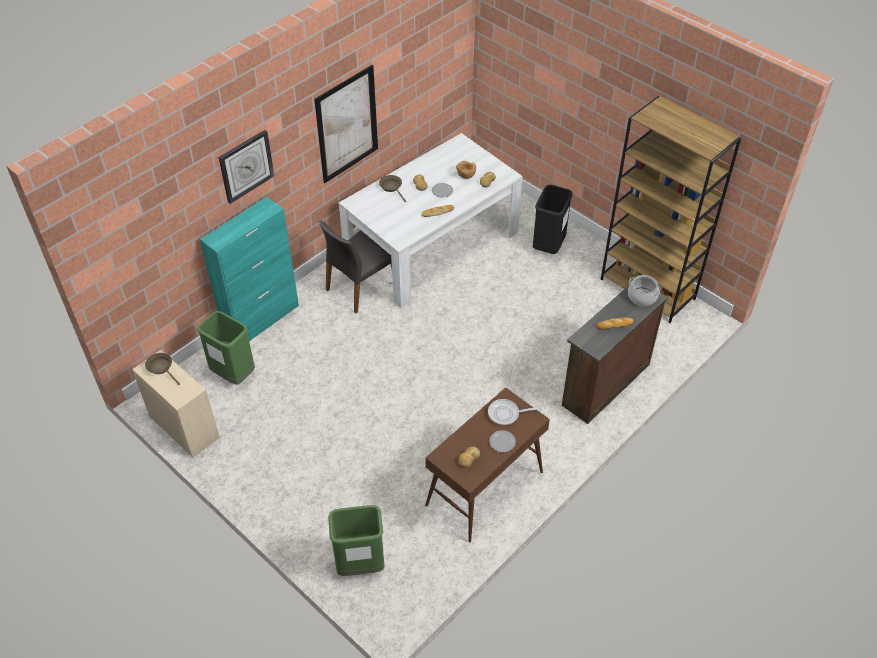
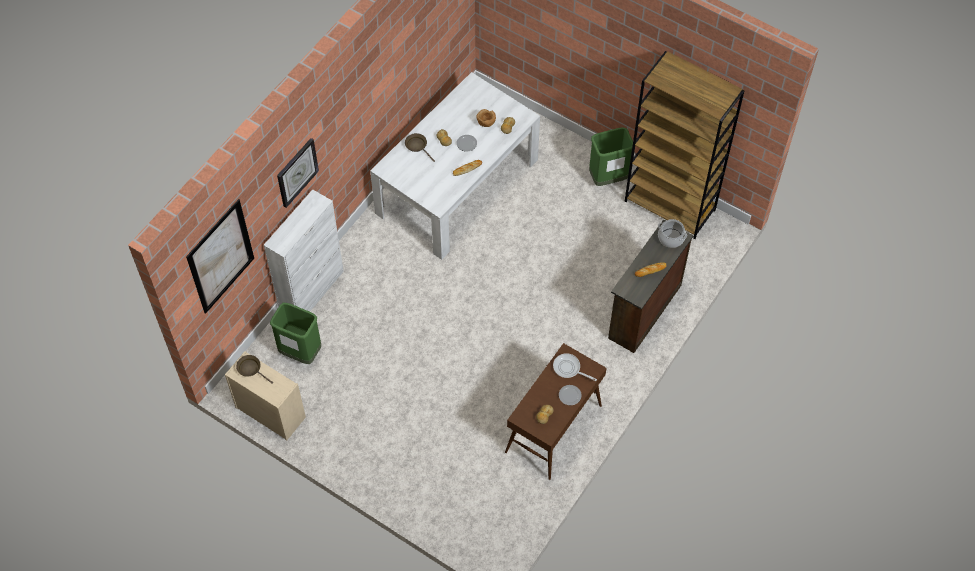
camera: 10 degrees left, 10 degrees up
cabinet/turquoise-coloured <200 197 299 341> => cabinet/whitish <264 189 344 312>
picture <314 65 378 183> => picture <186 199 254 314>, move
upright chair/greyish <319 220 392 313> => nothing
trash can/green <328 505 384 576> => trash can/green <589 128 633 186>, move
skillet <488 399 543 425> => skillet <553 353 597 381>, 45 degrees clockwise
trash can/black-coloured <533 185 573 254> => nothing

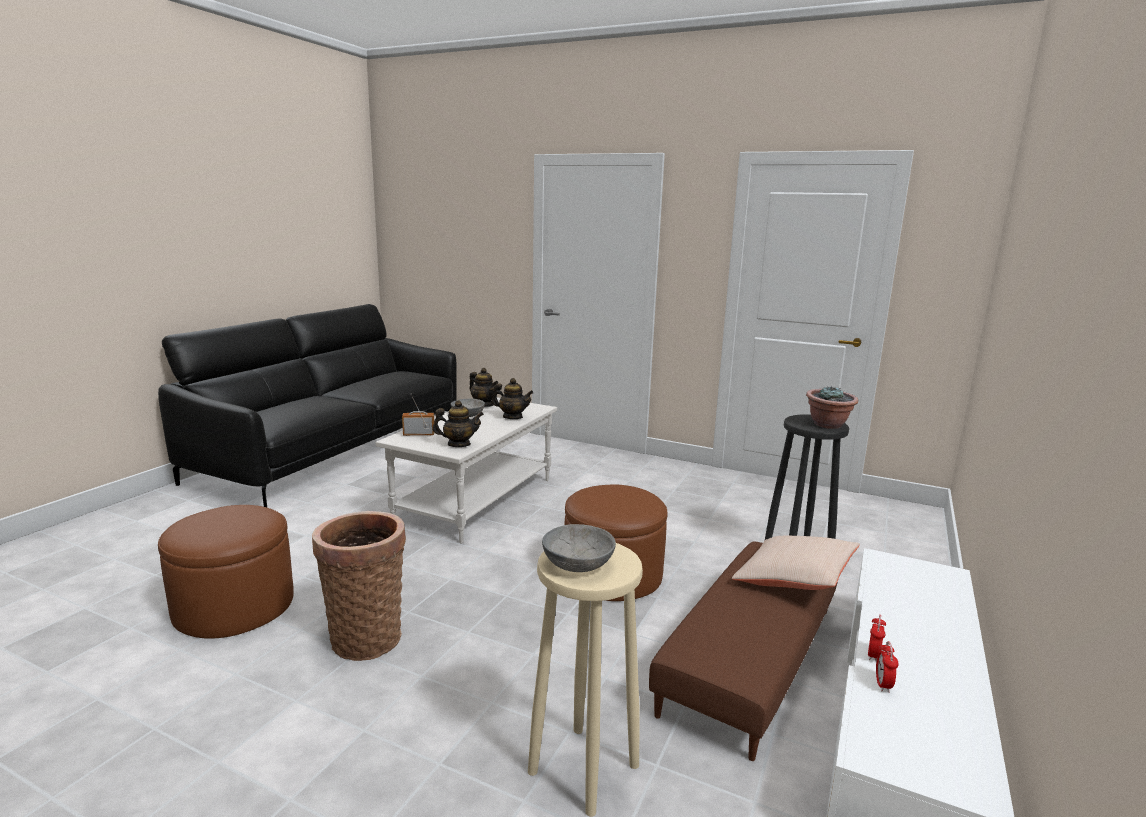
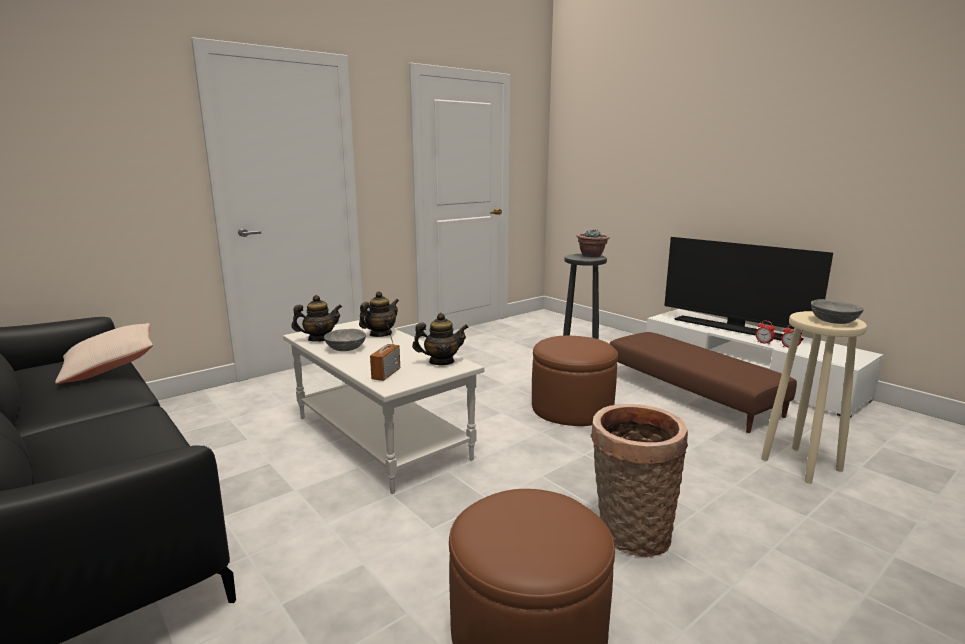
camera: 65 degrees left, 0 degrees up
tea pot <432 400 484 447> => tea pot <412 313 469 365>, 60 degrees clockwise
cushion/beige <732 536 860 590> => cushion/beige <55 323 153 384>, move
nothing => TV set <664 237 833 341>

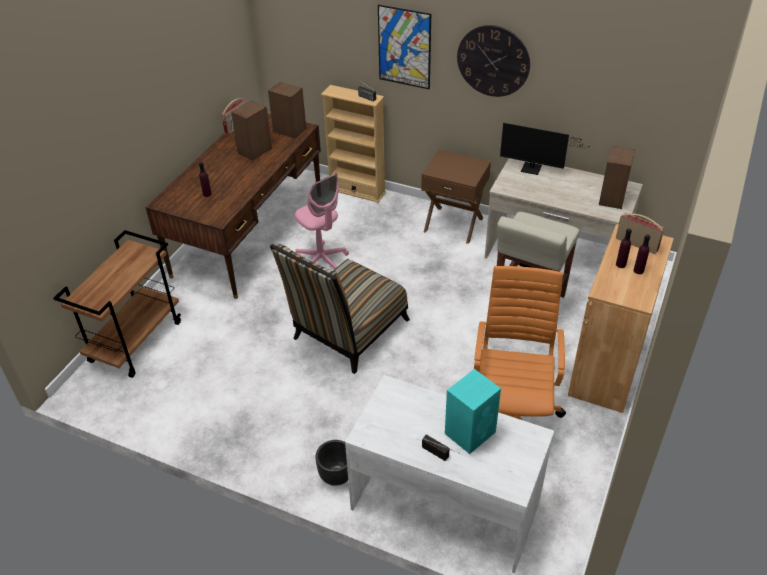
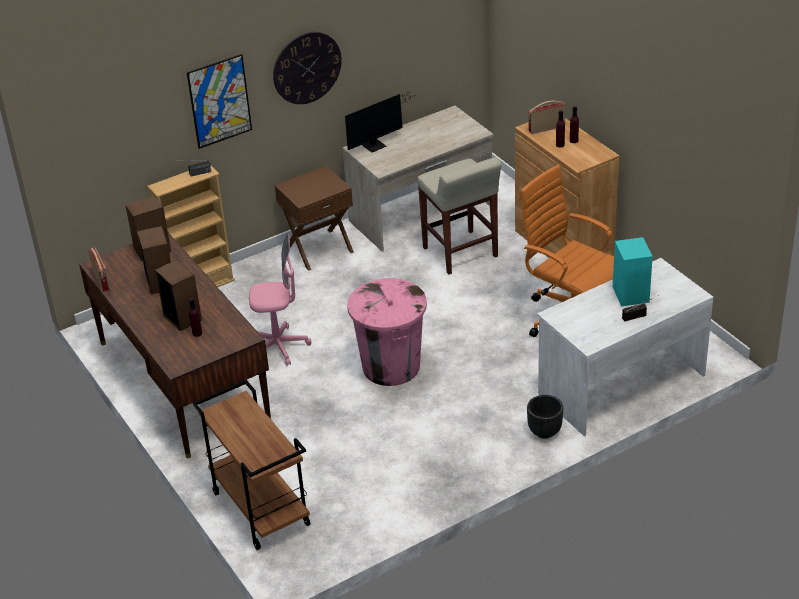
camera: 55 degrees left, 5 degrees down
upright chair <270 244 410 374> => trash can/pinkish <347 278 427 386>
speaker <599 146 635 209> => speaker <155 260 202 331>, move

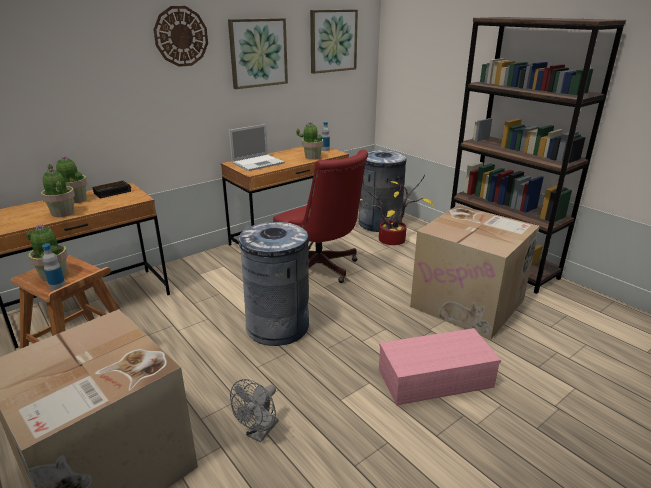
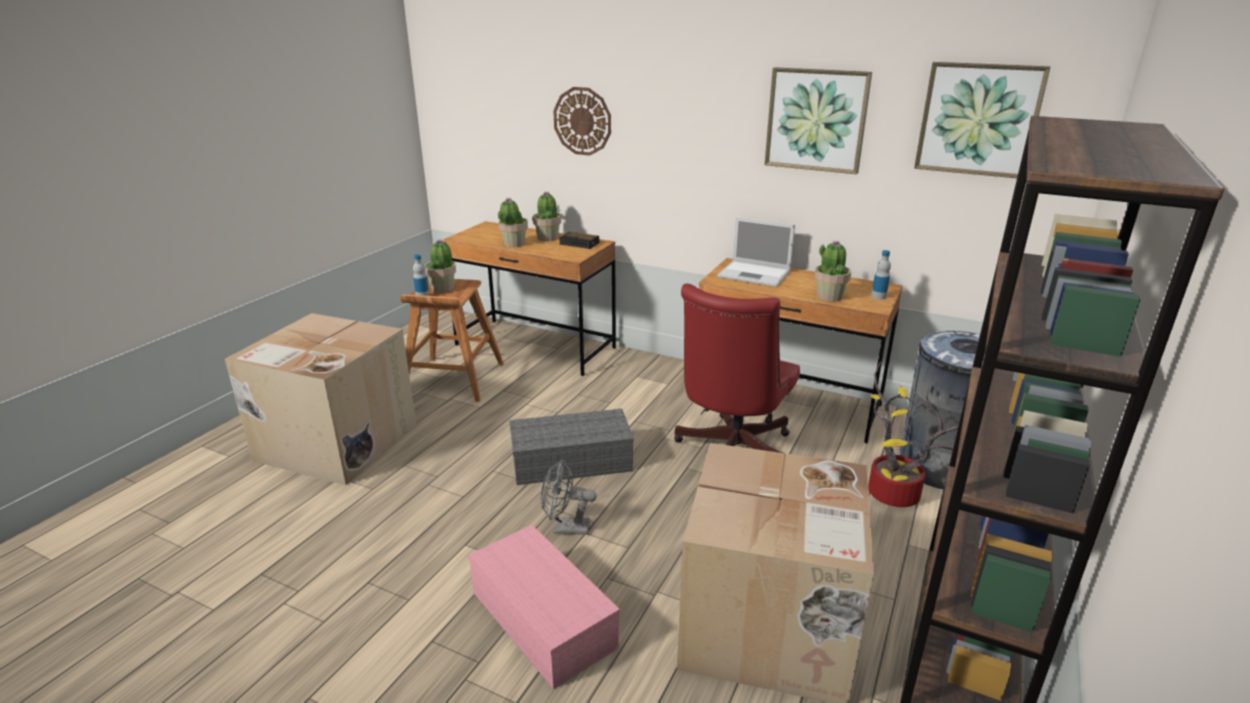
camera: 65 degrees right, 0 degrees up
hanging clock <153 6 208 67> => hanging clock <553 87 611 156>, move
electric fan/greyish <230 379 278 443> => electric fan/greyish <541 459 597 535>, move
trash can/greyish <238 222 309 346> => storage bin/greyish <509 409 634 485>

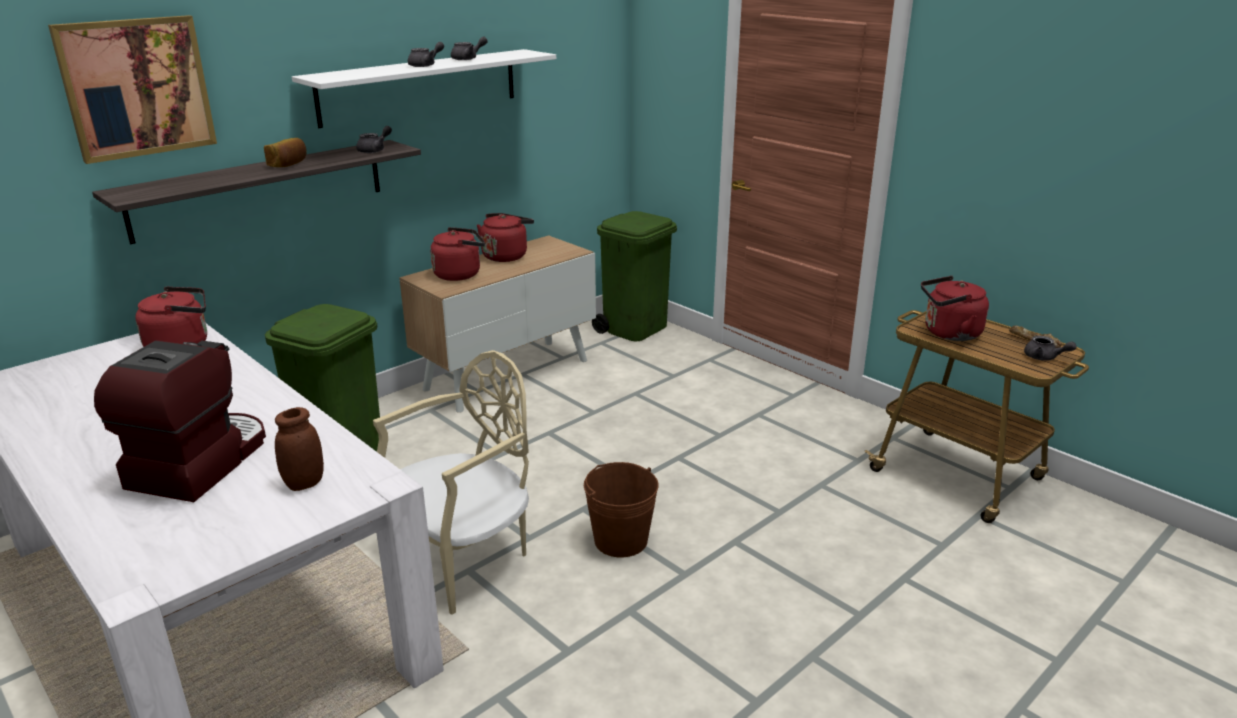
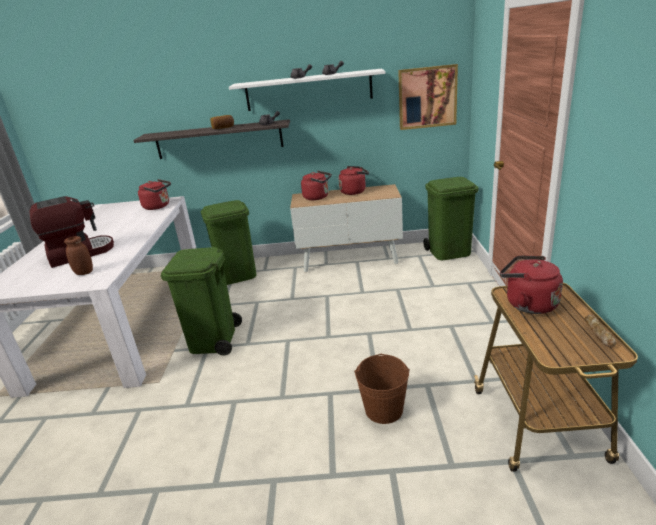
camera: 45 degrees right, 0 degrees up
picture <48 15 217 164> => picture <398 64 458 130>, move
upright chair/beige <373 350 529 615> => trash can/green <161 247 242 355>
bucket/brownish <584 462 659 557> => bucket/brownish <354 354 410 424>, move
tea pot/greyish <1024 336 1076 361> => nothing

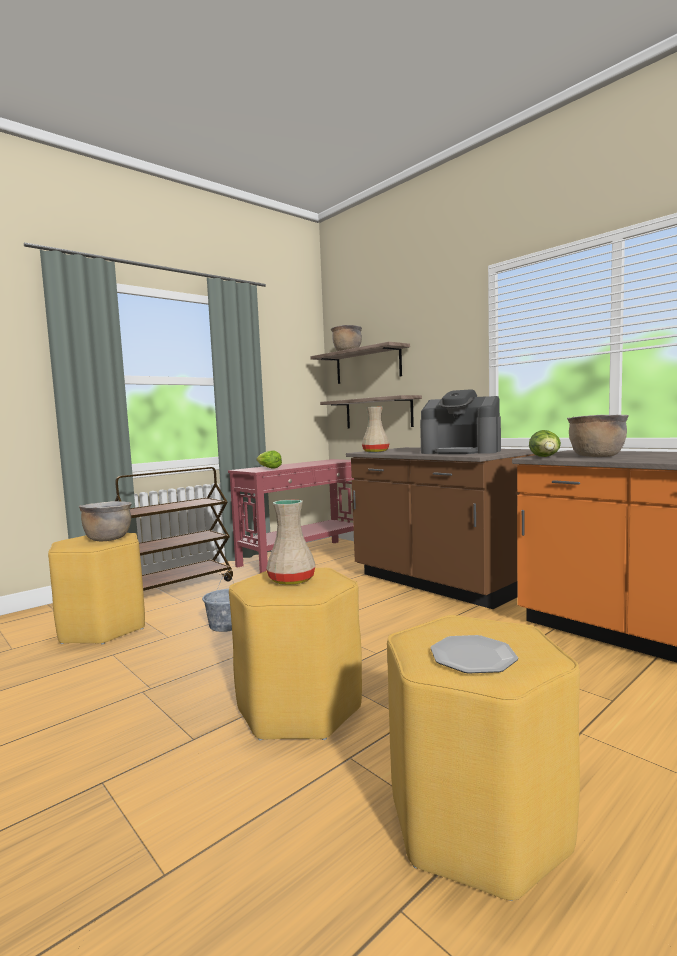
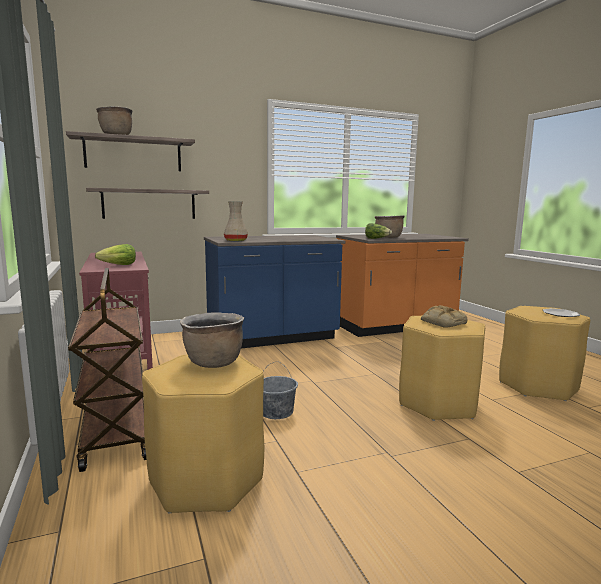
camera: 70 degrees left, 5 degrees up
vase/beige <266 500 316 585> => baked bread <421 305 467 328>
kitchen counter/brownish <346 447 535 609> => kitchen counter/blue <204 235 345 348>
coffee machine <420 389 501 454> => nothing

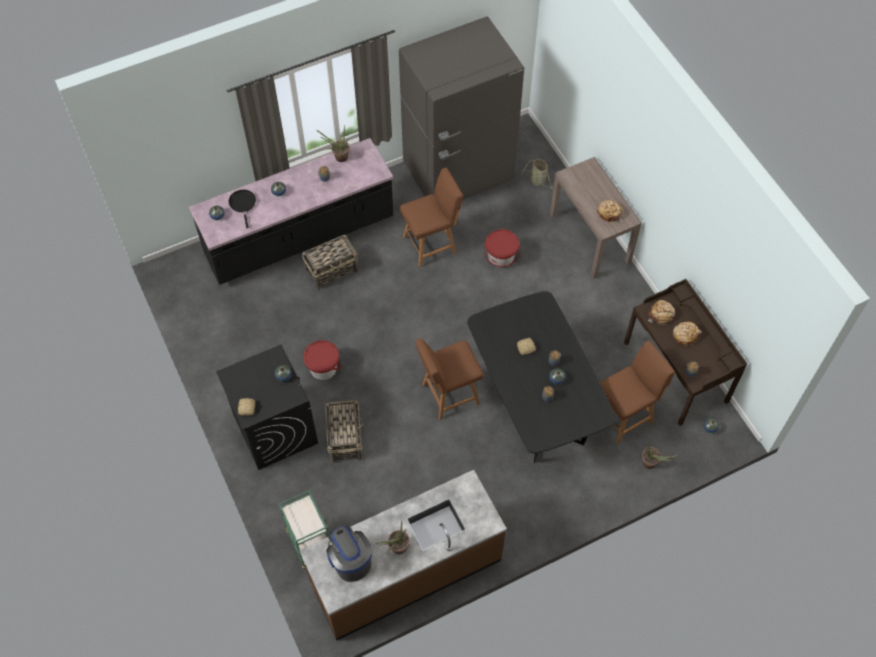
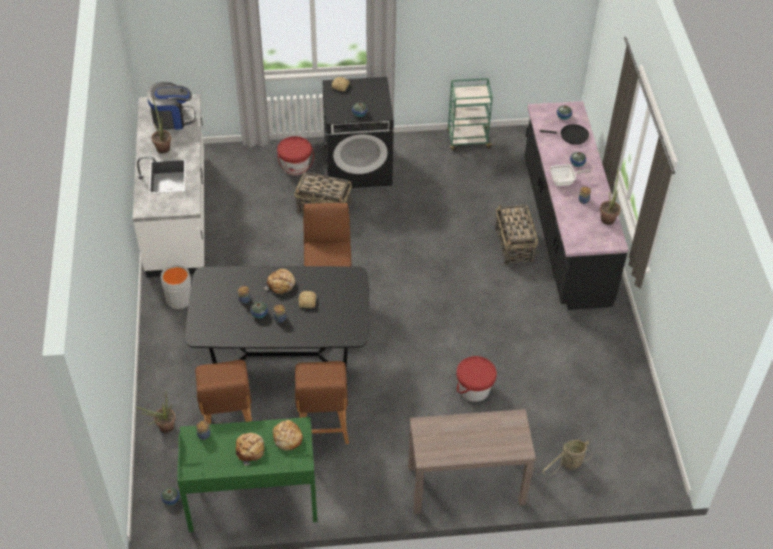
camera: 110 degrees right, 10 degrees down
wheeled cart/green <279 490 328 569> => wheeled cart/green <447 78 493 151>, move
kitchen counter/brownish <299 470 507 640> => kitchen counter/whitish <133 94 204 277>
bucket/red <303 340 341 380> => bucket/red <277 136 314 176>, move
fridge/greyish <399 16 524 200> => nothing
upright chair/brownish <400 167 463 267> => upright chair/brownish <295 361 349 444>, move
baked bread <597 200 623 222> => baked bread <264 269 295 294>, move
desk unit/brownish <624 279 747 426> => desk unit/green <177 417 317 532>
nothing => bucket/greyish <161 264 191 309>
nothing => skillet <550 164 591 186>

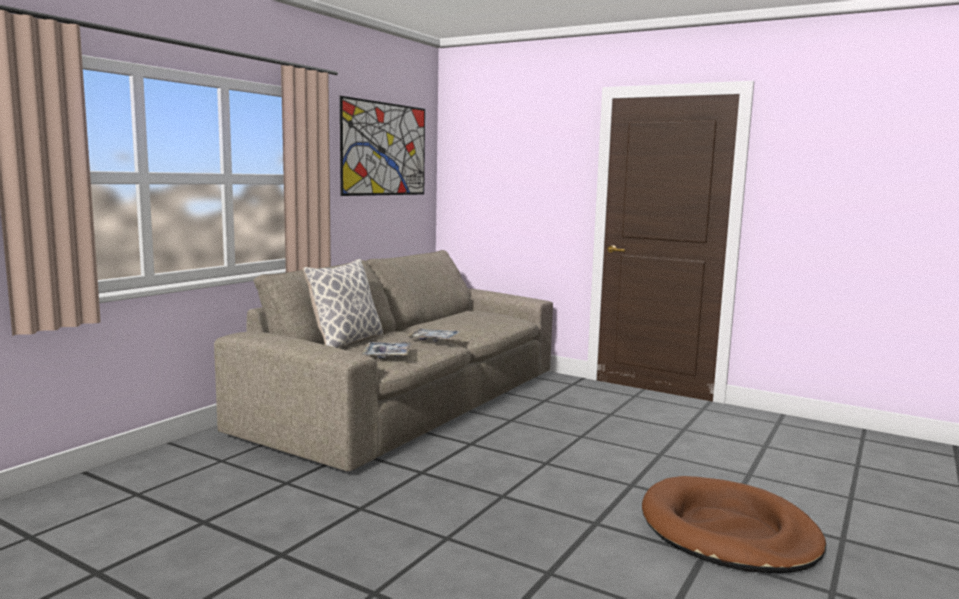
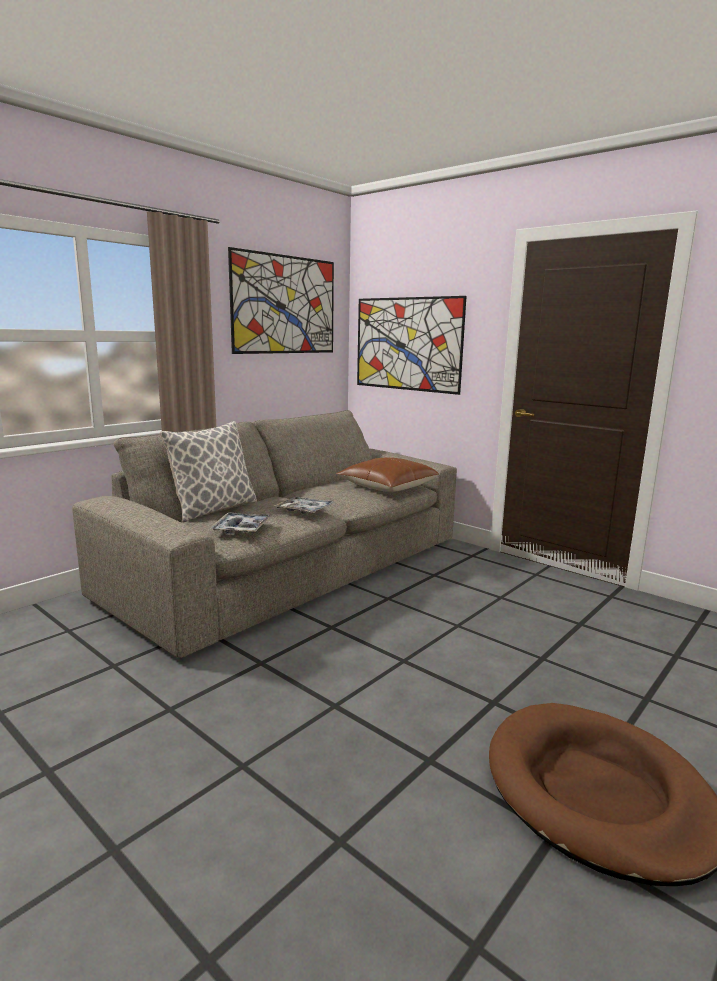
camera: 10 degrees right, 5 degrees up
nothing => cushion/brownish <336 457 439 492>
nothing => picture <357 296 467 395>

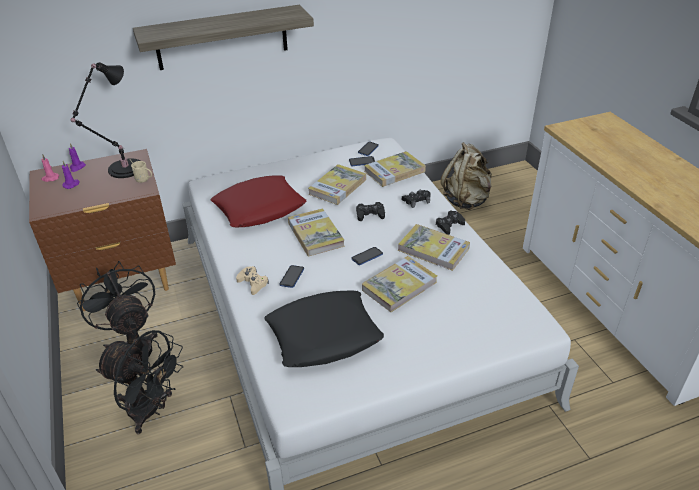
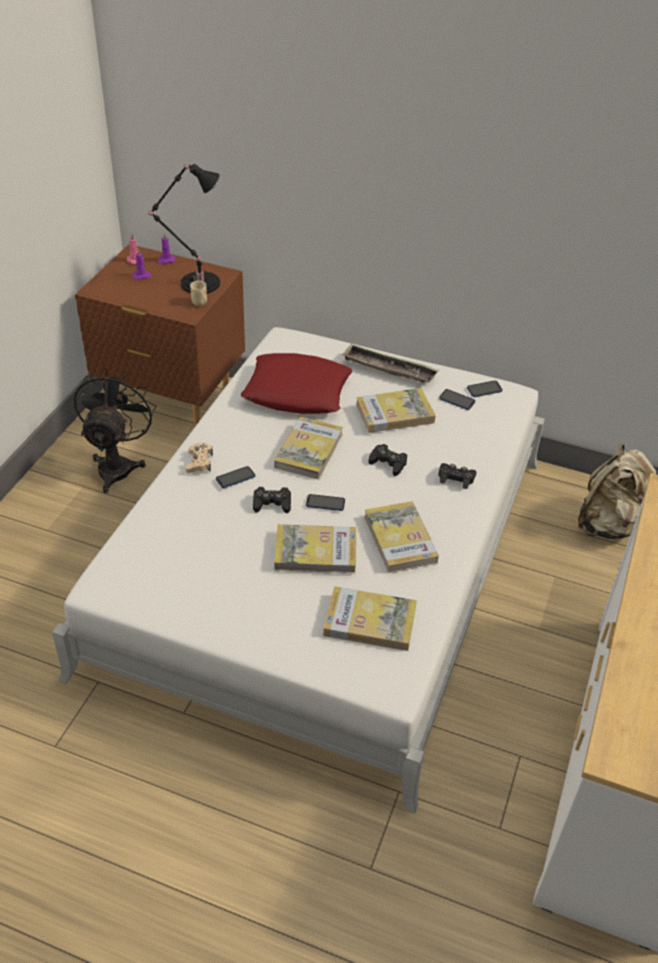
camera: 40 degrees right, 5 degrees up
electric fan/black-coloured <96 330 183 434> => nothing
bracket shelf <133 5 314 70> => nothing
cushion/black-coloured <264 290 384 367> => nothing
book <364 151 426 187> => book <323 586 417 651>, move
joypad/black-coloured <436 211 465 235> => joypad/black-coloured <253 487 291 513>, move
nothing => tray <342 343 439 383>

